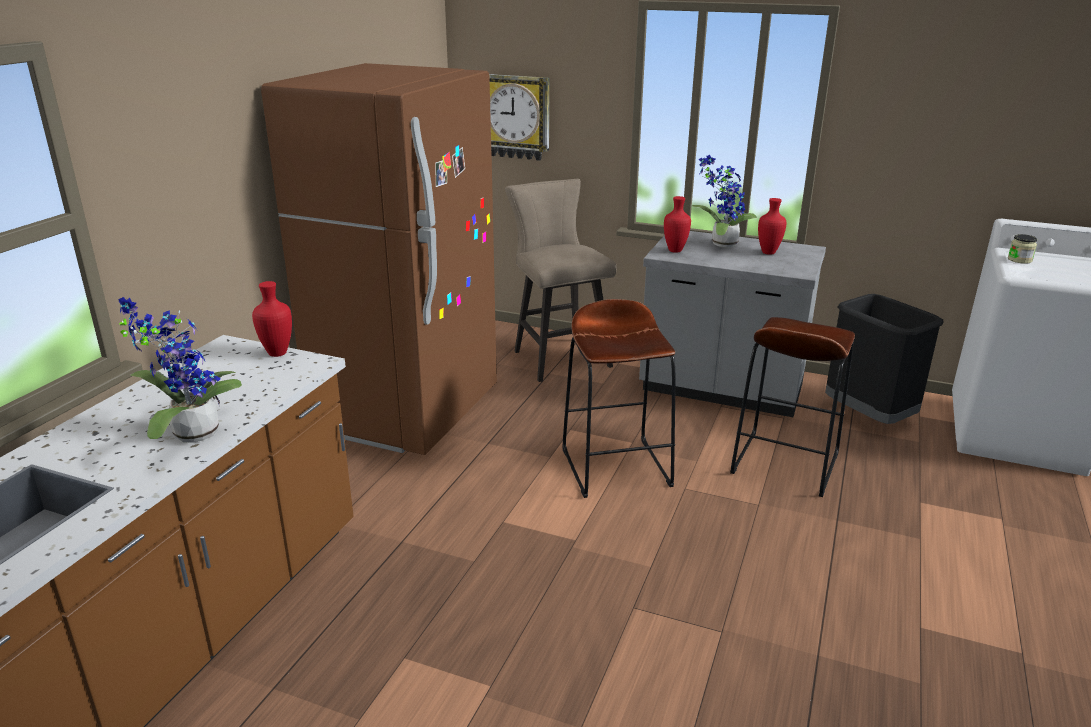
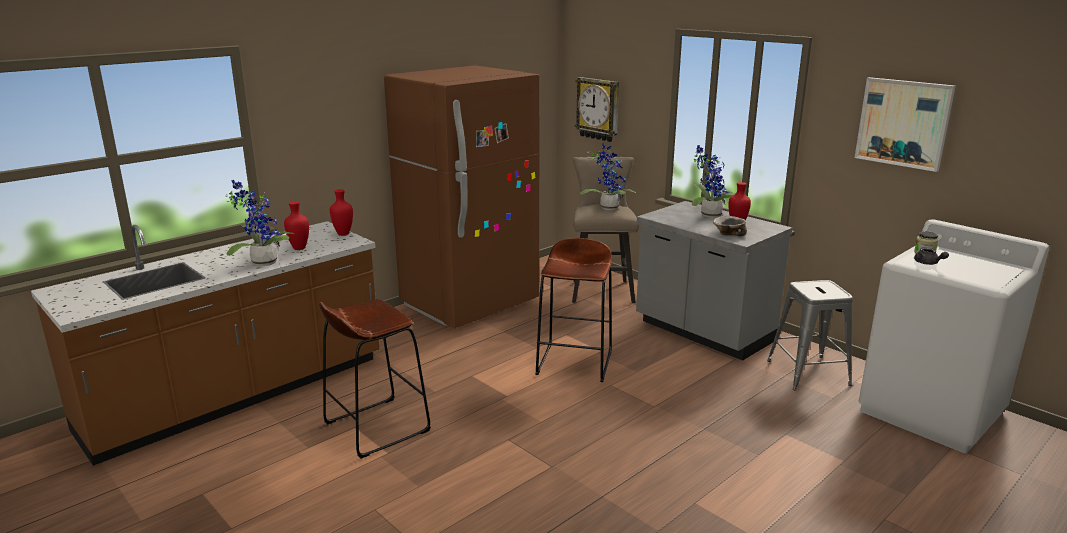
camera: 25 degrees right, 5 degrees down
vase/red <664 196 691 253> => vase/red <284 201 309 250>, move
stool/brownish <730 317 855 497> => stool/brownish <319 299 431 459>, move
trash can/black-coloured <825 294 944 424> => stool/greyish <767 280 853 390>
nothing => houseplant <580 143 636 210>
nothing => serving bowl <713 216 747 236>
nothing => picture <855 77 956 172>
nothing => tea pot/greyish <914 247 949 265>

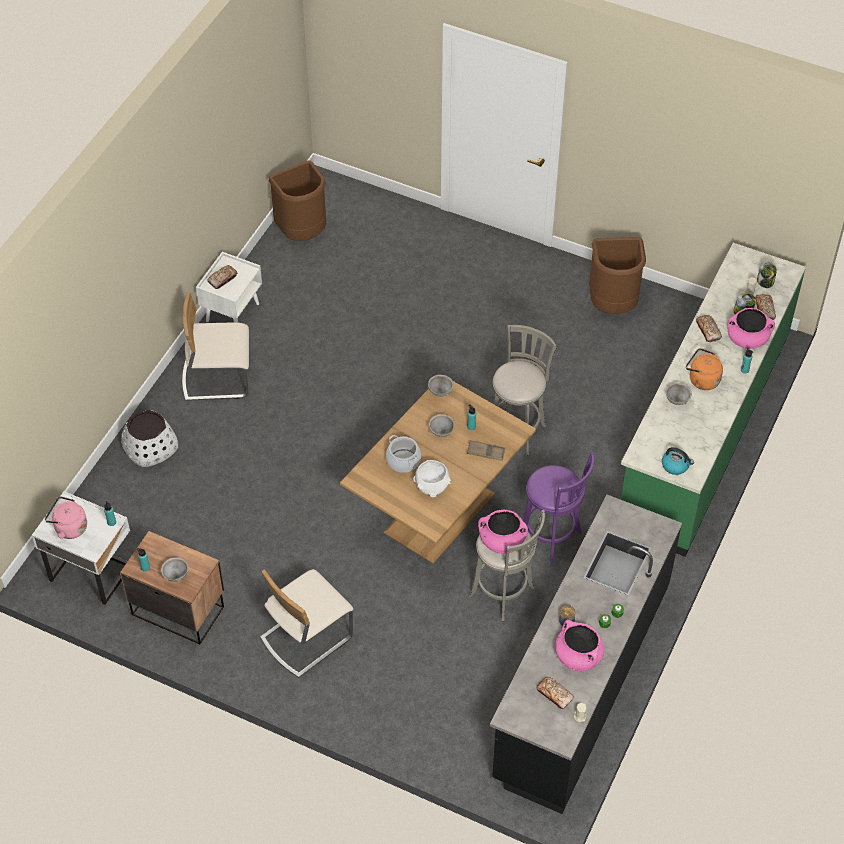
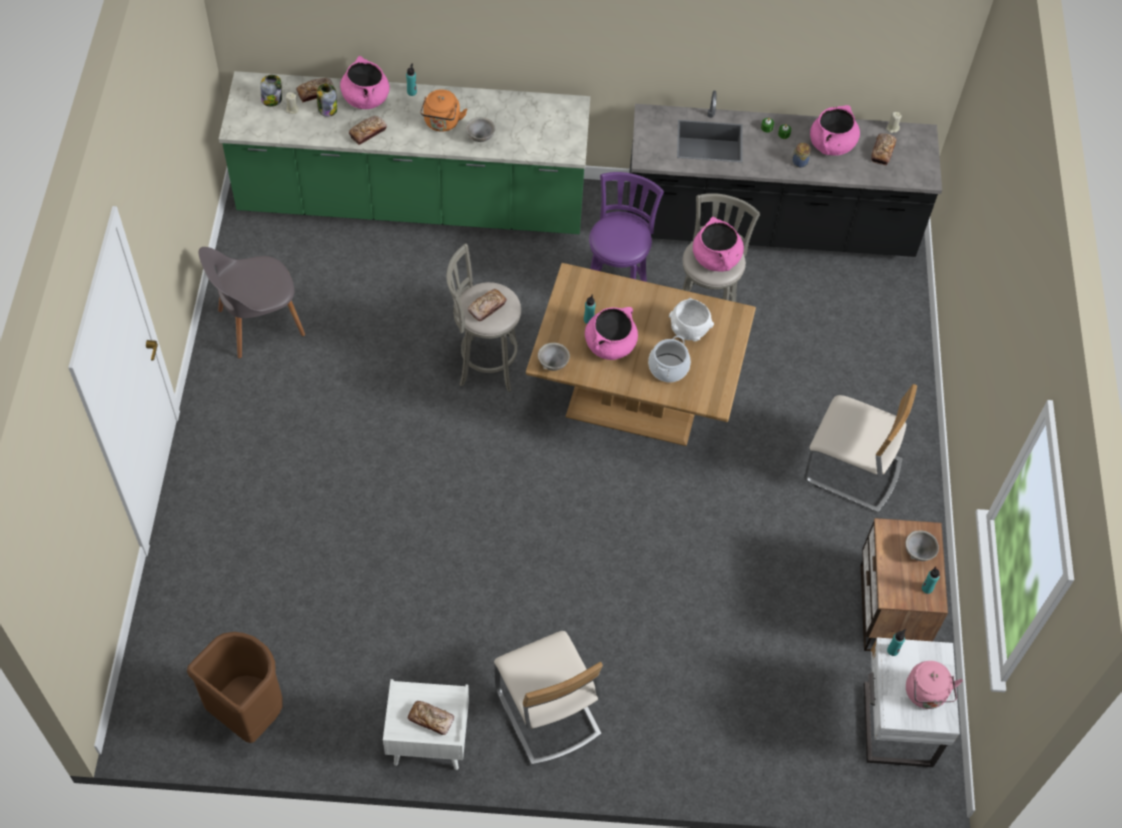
camera: 115 degrees left, 5 degrees up
planter/whitish <121 410 178 467> => nothing
serving bowl/greyish <429 414 455 437> => stockpot/pinkish <585 307 638 360>
tray/brownish <467 440 505 461> => nothing
trash can/brownish <589 237 646 314> => upright chair/greyish <199 247 305 359>
kettle <662 447 694 475> => nothing
nothing => baked bread <468 289 507 321>

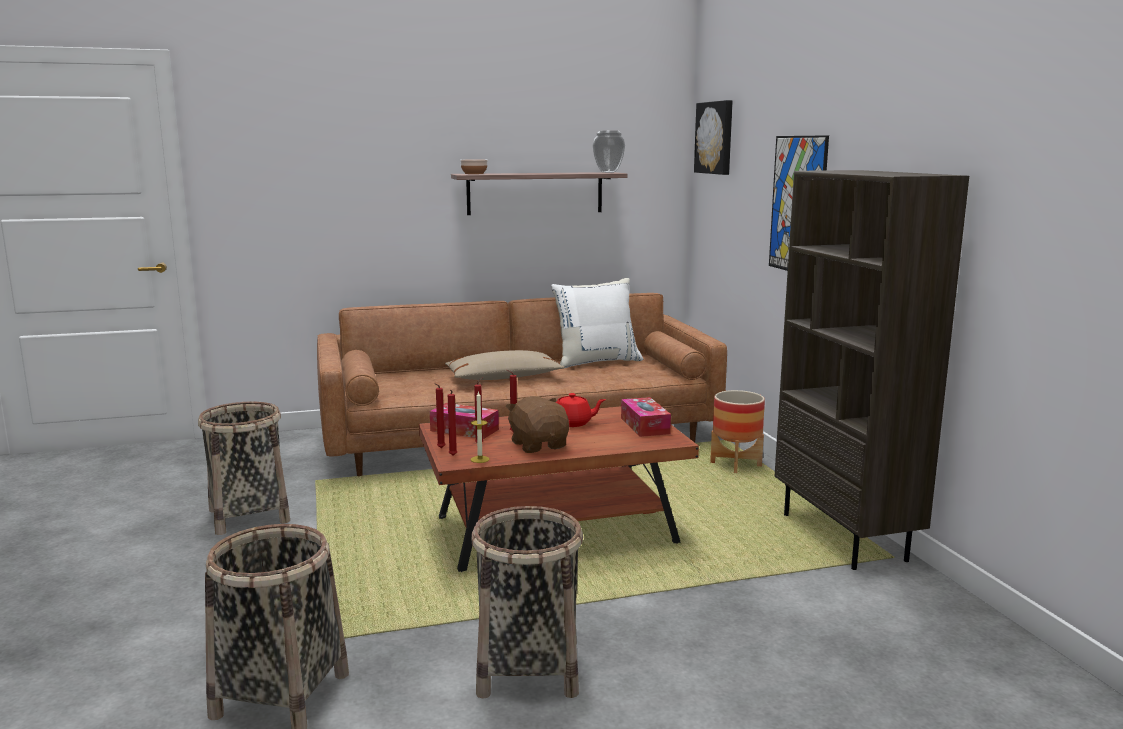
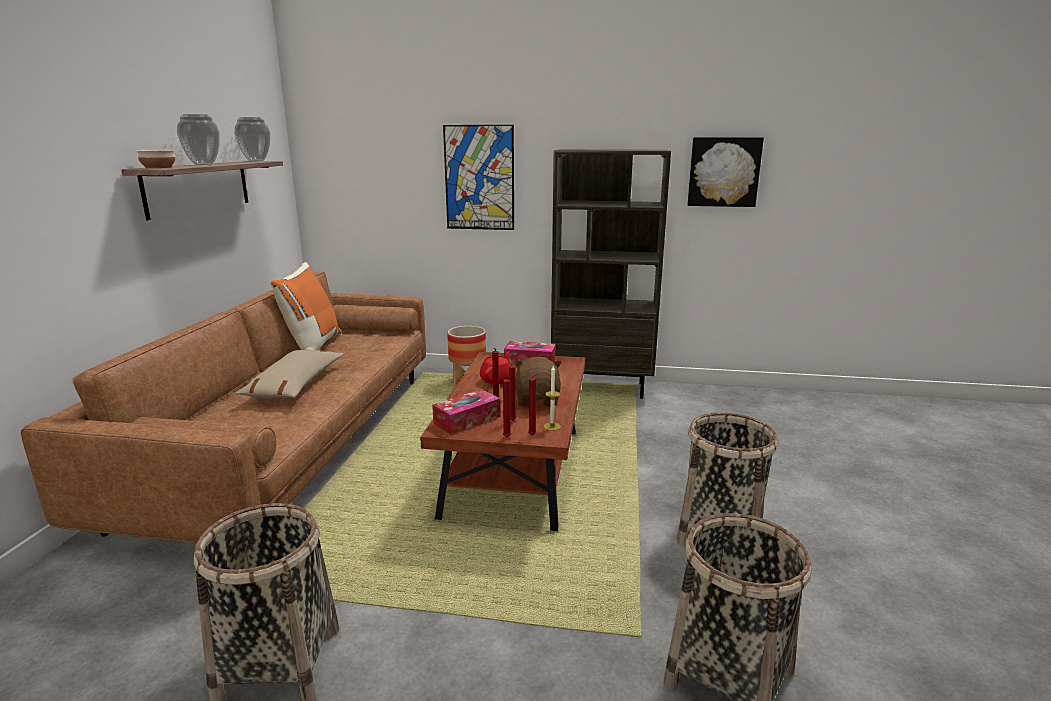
camera: 65 degrees left, 5 degrees up
cuddly toy/brownish <505 396 569 453> => cuddly toy/brownish <513 357 562 406>, 90 degrees clockwise
cushion/whitish <551 278 643 369> => cushion/orangey <270 262 341 350>
picture <694 100 733 175> => picture <687 137 764 207>, move
nothing => vase <177 114 220 165>

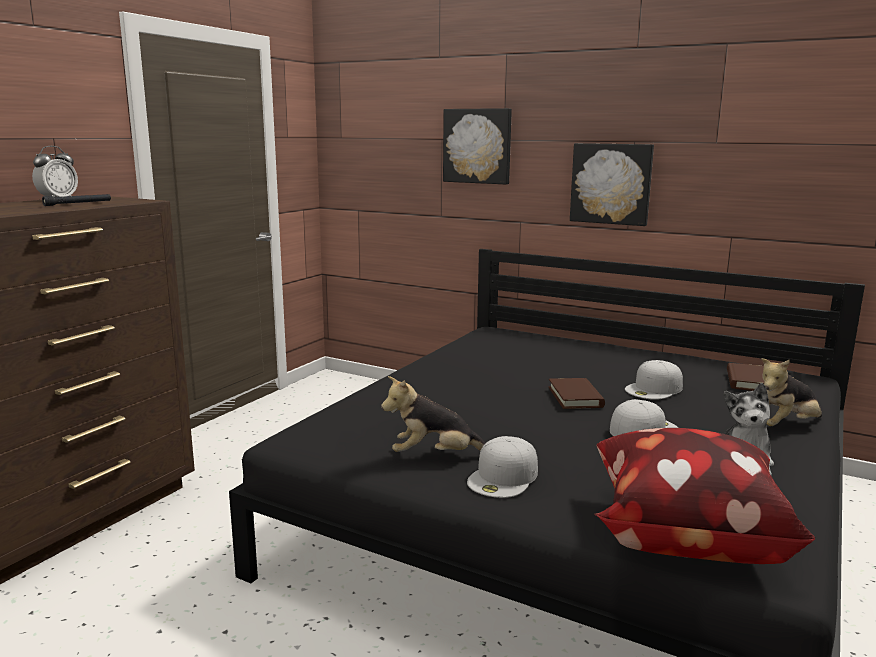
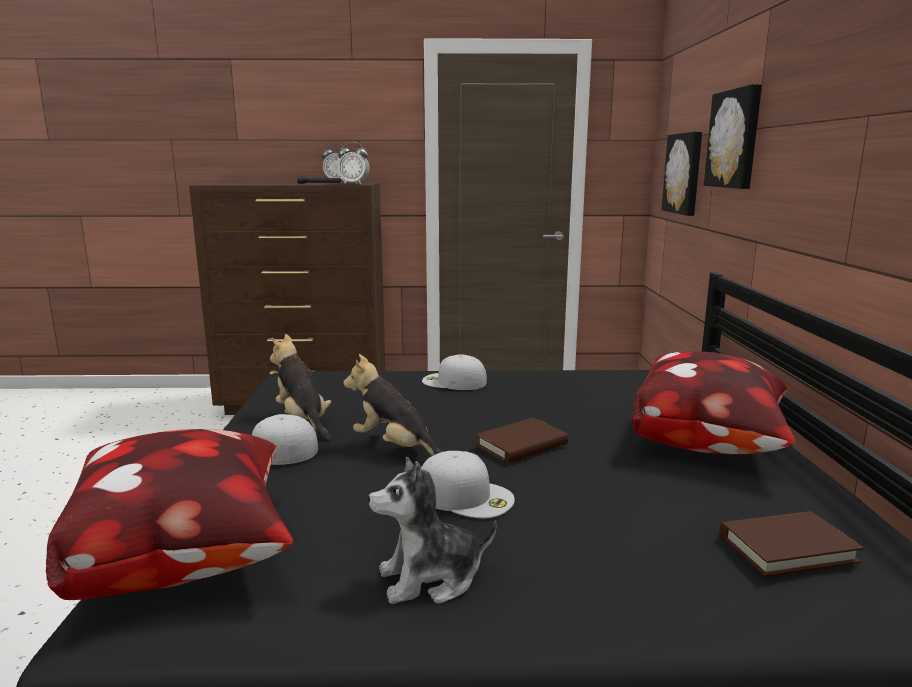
camera: 60 degrees right, 0 degrees up
picture <570 143 654 226> => picture <661 131 702 216>, move
baseball cap/whitish <625 360 683 400> => baseball cap/whitish <422 354 487 390>, move
cuddly toy <761 358 822 426> => cuddly toy <343 354 442 456>, move
nothing => bedside clock <338 142 370 184>
nothing => cushion <633 351 795 454>

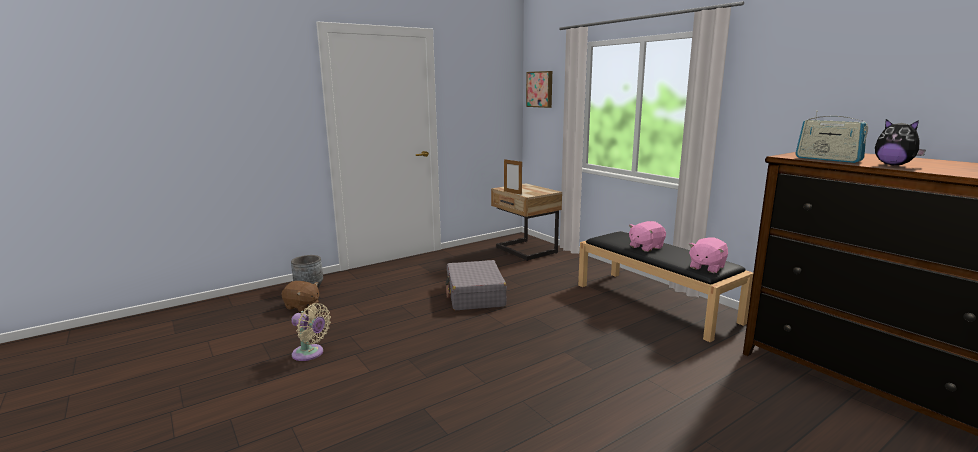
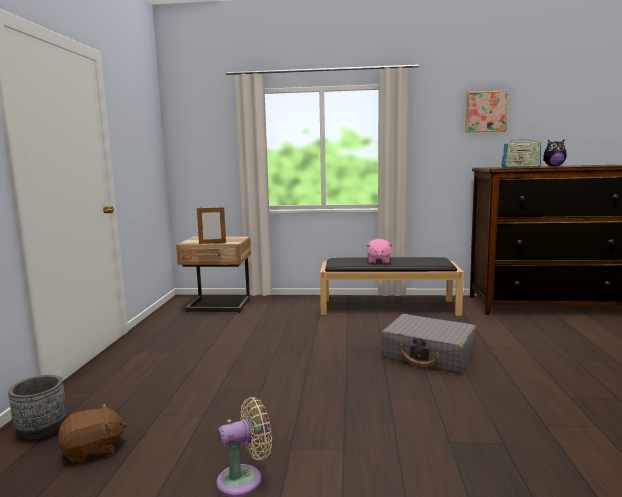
camera: 50 degrees left, 5 degrees down
suitcase/greyish <445 260 507 310> => suitcase/greyish <381 314 476 374>, move
picture <526 71 552 108> => picture <465 90 508 132>, move
cuddly toy/pinkish <688 238 728 273> => nothing

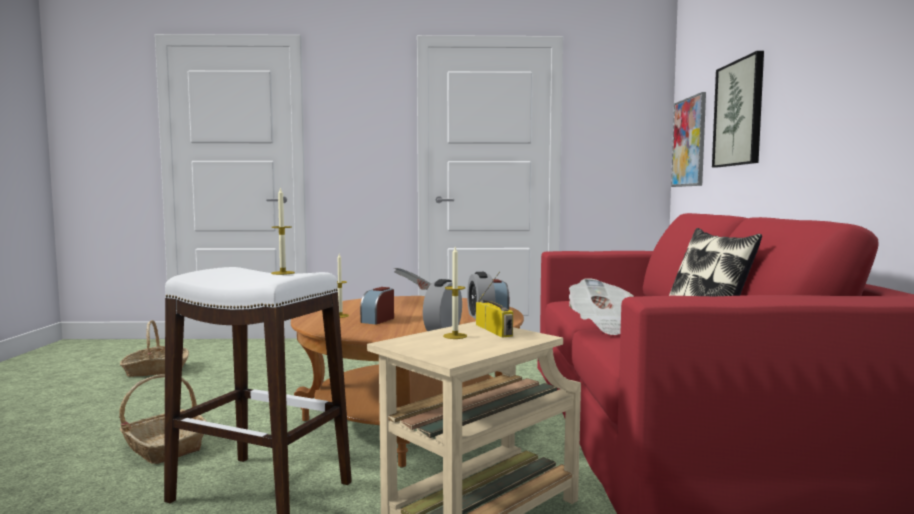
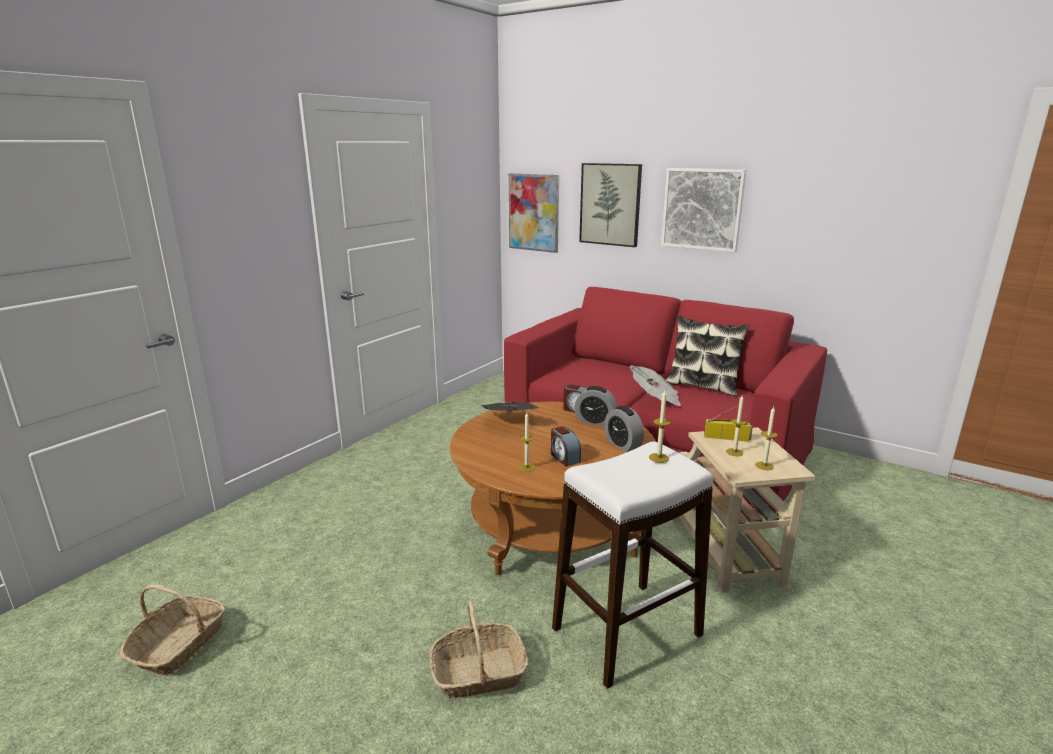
camera: 55 degrees left, 15 degrees up
nothing => picture <661 168 746 253>
nothing => wax light <755 406 777 470>

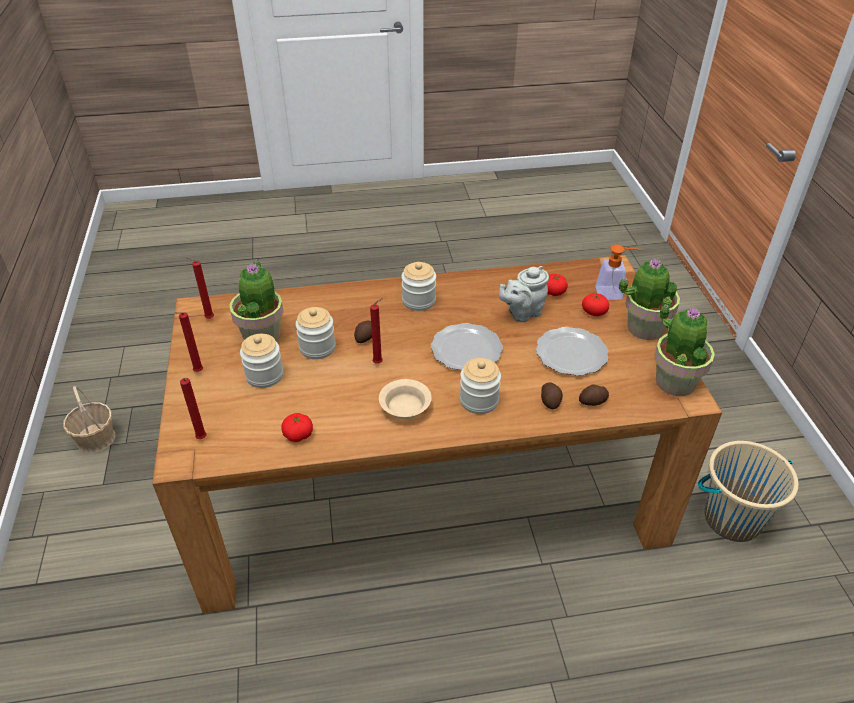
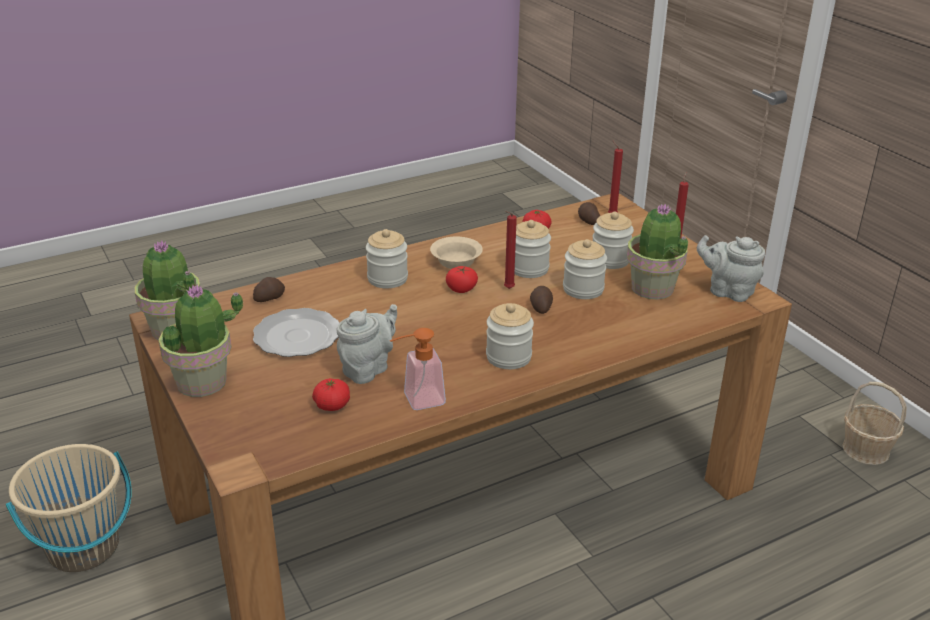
camera: 160 degrees right, 10 degrees down
wax light/red <186 257 214 319> => tea pot/greyish <697 235 765 302>
plate <431 323 503 370> => nothing
potato <541 383 563 409> => potato <578 202 600 225>, move
tomato <582 293 609 316> => tomato <446 266 478 293>, move
liquid soap bottle <596 245 642 300> => liquid soap bottle <390 328 446 410>, move
nothing => jar <514 220 551 278>

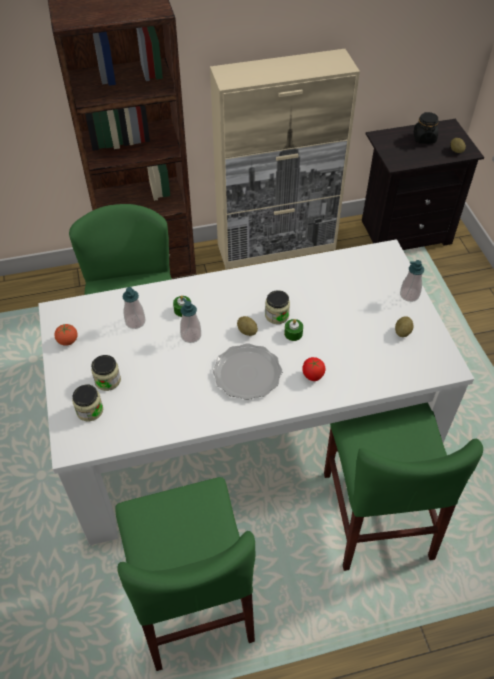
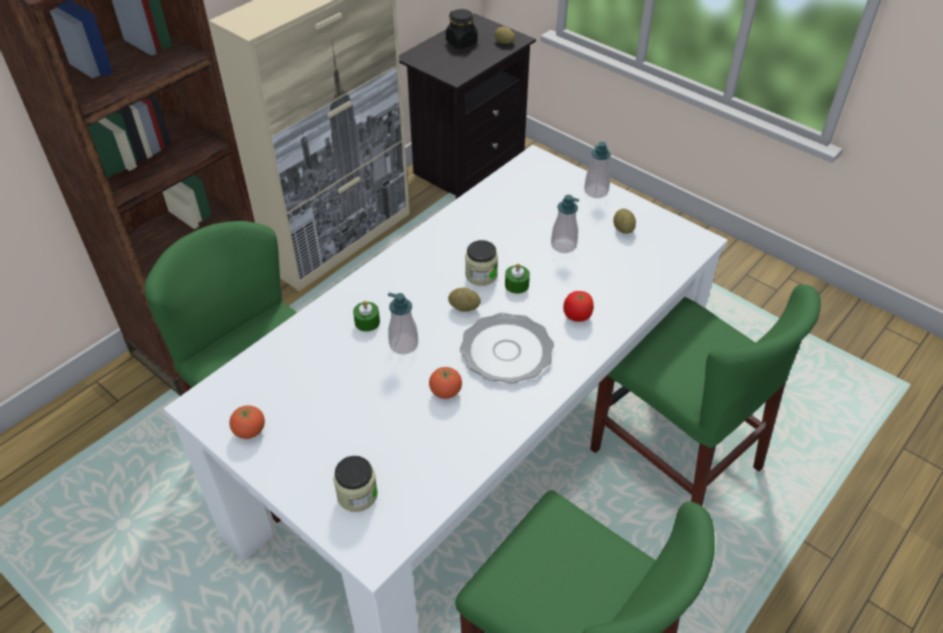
camera: 35 degrees left, 5 degrees down
jar <91 355 121 391> => nothing
liquid soap bottle <123 287 146 329> => liquid soap bottle <551 195 580 253>, move
nothing => tomato <429 367 462 399>

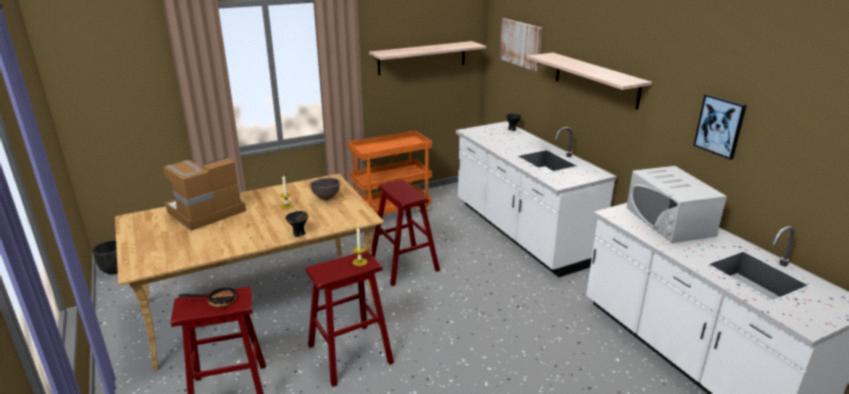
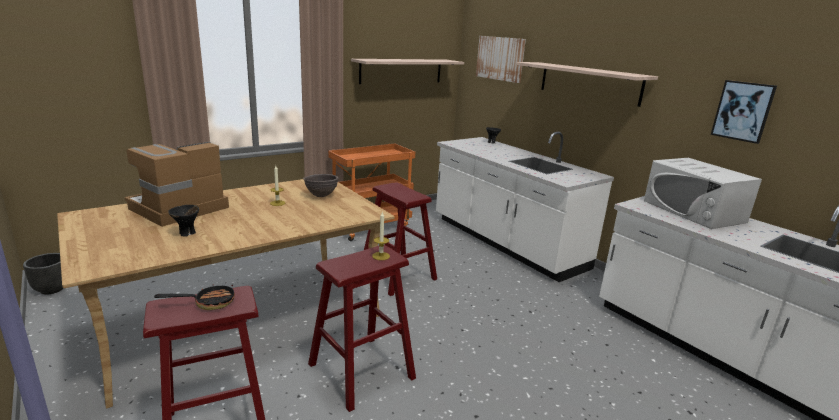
camera: 10 degrees left, 5 degrees down
serving bowl/black-coloured <286 211 308 237> => serving bowl/black-coloured <168 205 199 237>, move

